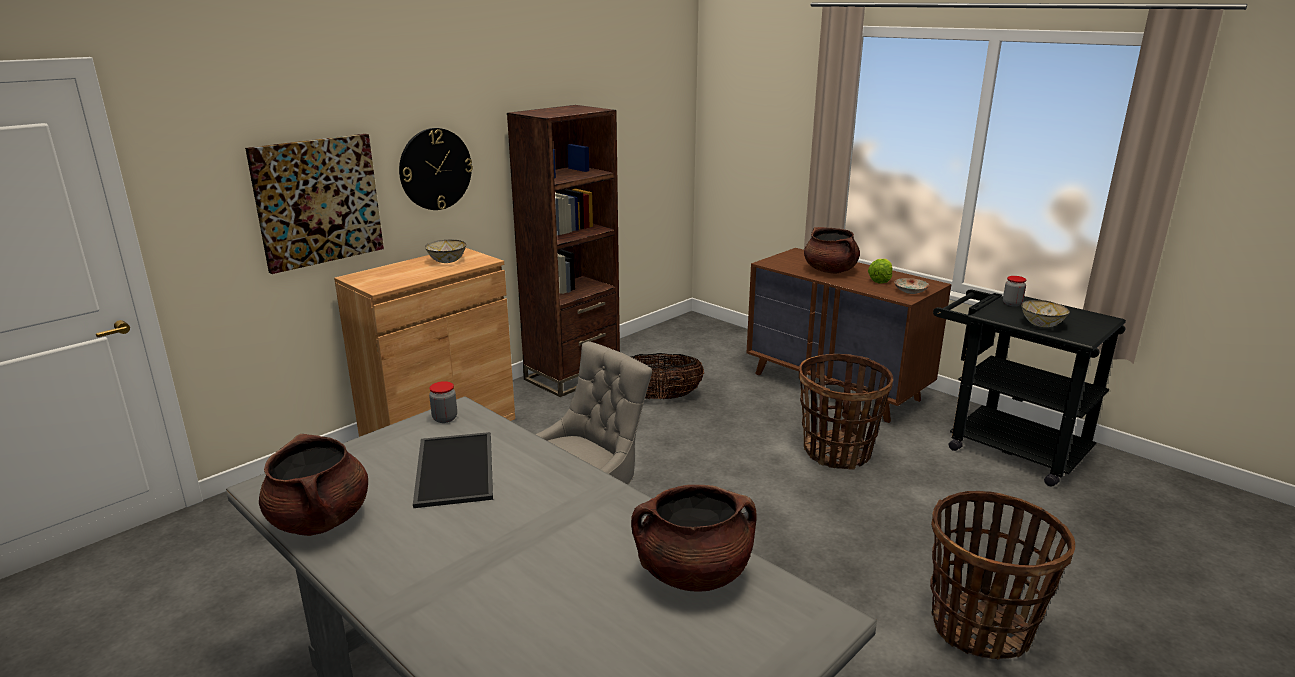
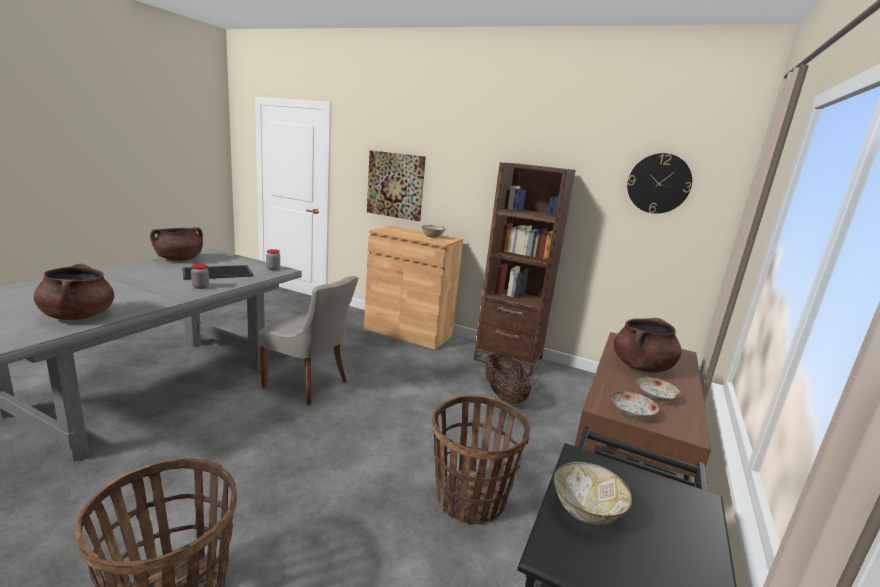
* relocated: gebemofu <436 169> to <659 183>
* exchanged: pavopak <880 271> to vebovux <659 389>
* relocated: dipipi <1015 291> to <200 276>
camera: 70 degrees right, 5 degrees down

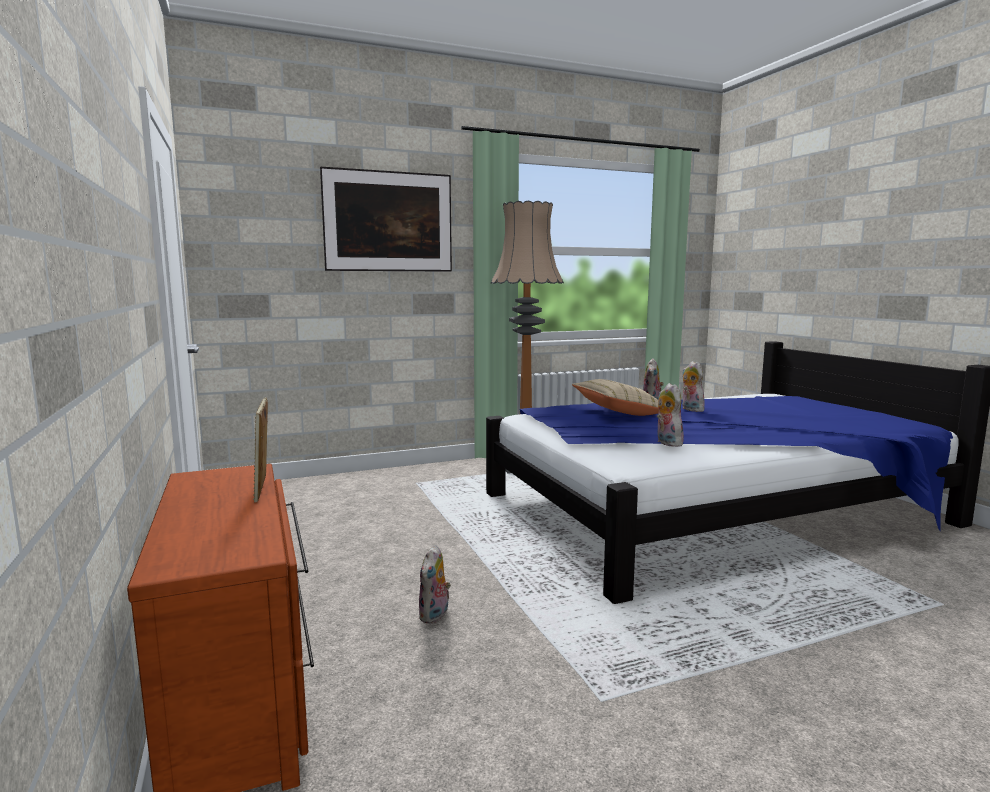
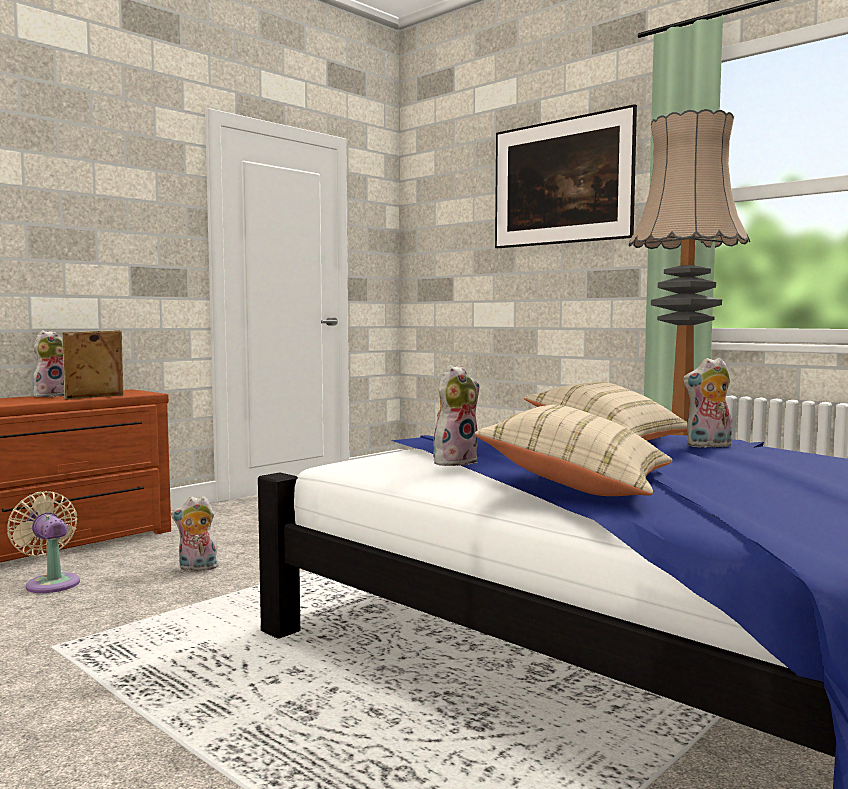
* relocated: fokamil <693 386> to <48 363>
* appeared: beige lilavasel <573 450>
* appeared: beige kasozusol <43 542>
camera: 65 degrees right, 5 degrees down

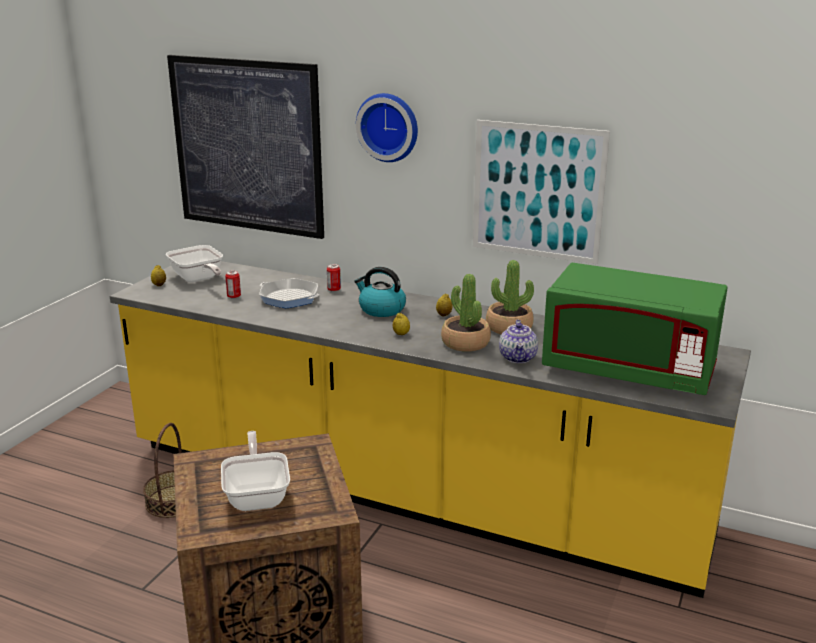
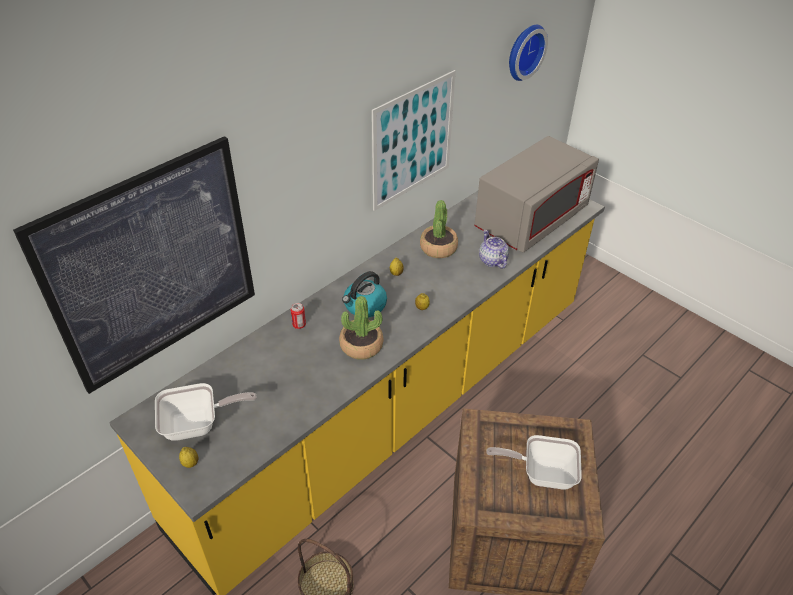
* relocated: gebemofu <387 127> to <528 53>
* colour: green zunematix <635 329> to grey zunematix <536 194>
* missing: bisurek <233 284>
* relocated: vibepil <466 313> to <361 327>
* missing: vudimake <289 293>
* spun: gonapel <518 341> = <494 249> 135 degrees counterclockwise
camera: 70 degrees left, 20 degrees up

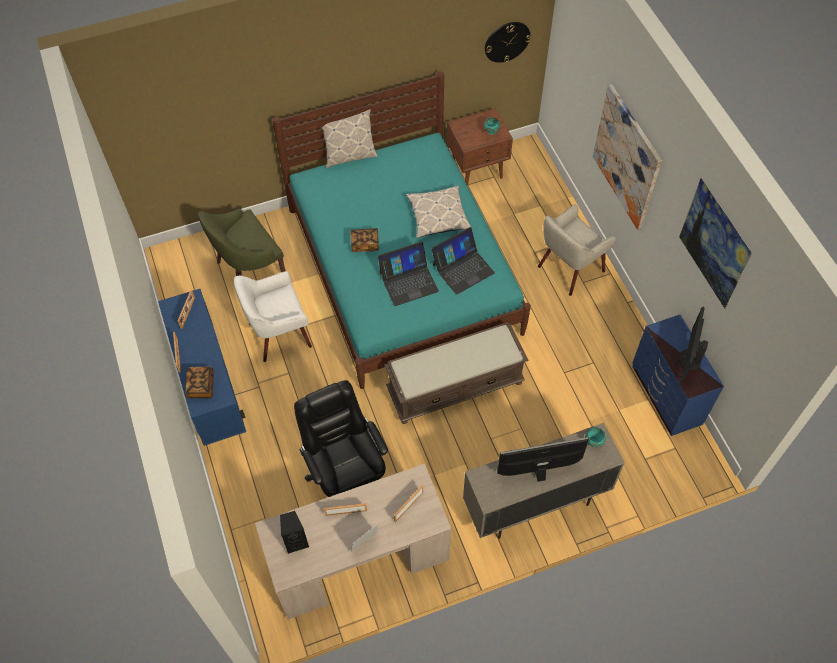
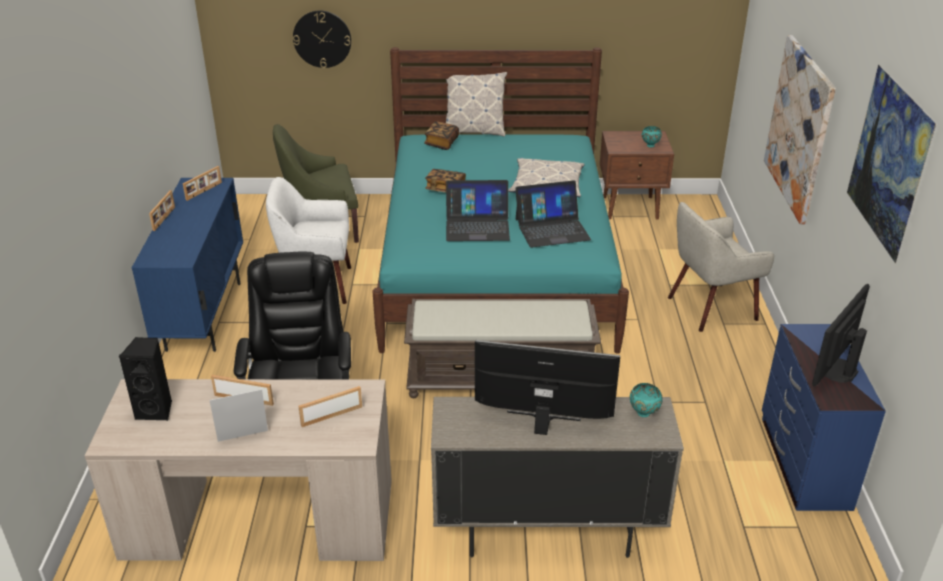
* relocated: gebemofu <508 42> to <322 39>
* relocated: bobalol <199 382> to <441 135>
camera: 20 degrees right, 25 degrees down

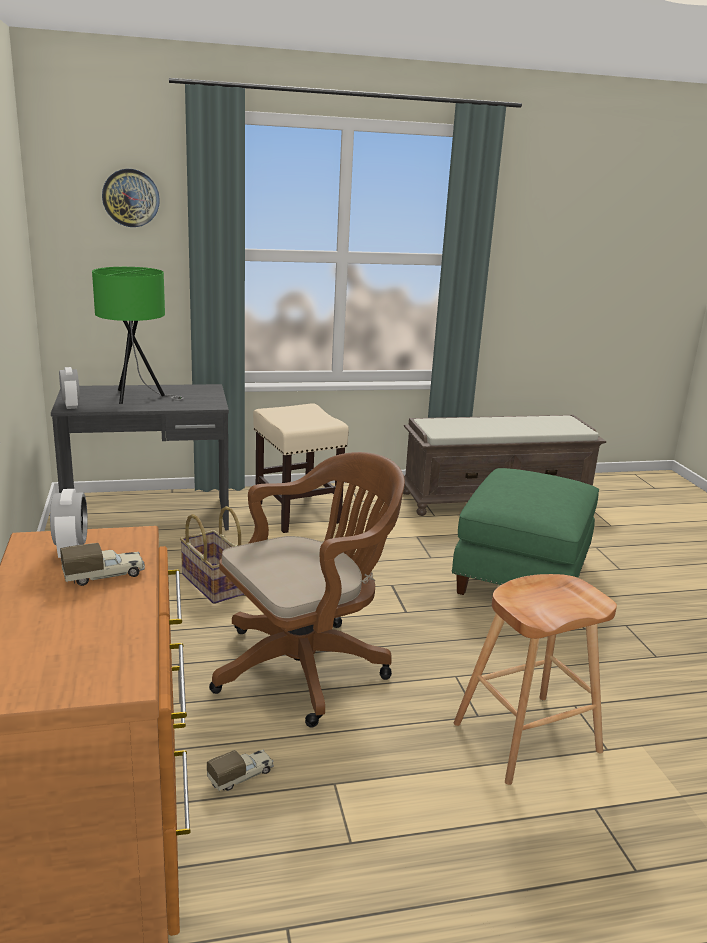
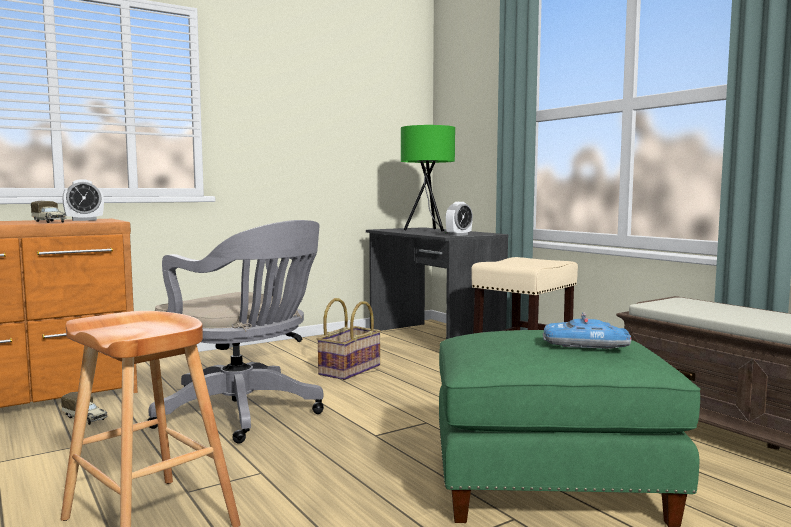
* missing: gebemofu <131 198>
* relocated: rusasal <69 388> to <459 219>
* colour: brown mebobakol <307 589> to grey mebobakol <235 331>
* appeared: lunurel <587 330>
camera: 70 degrees right, 15 degrees down

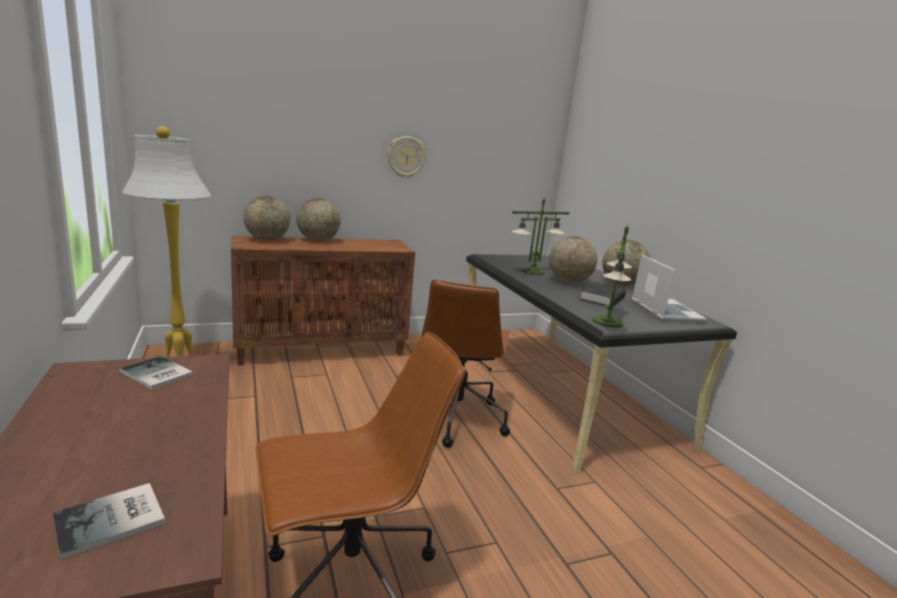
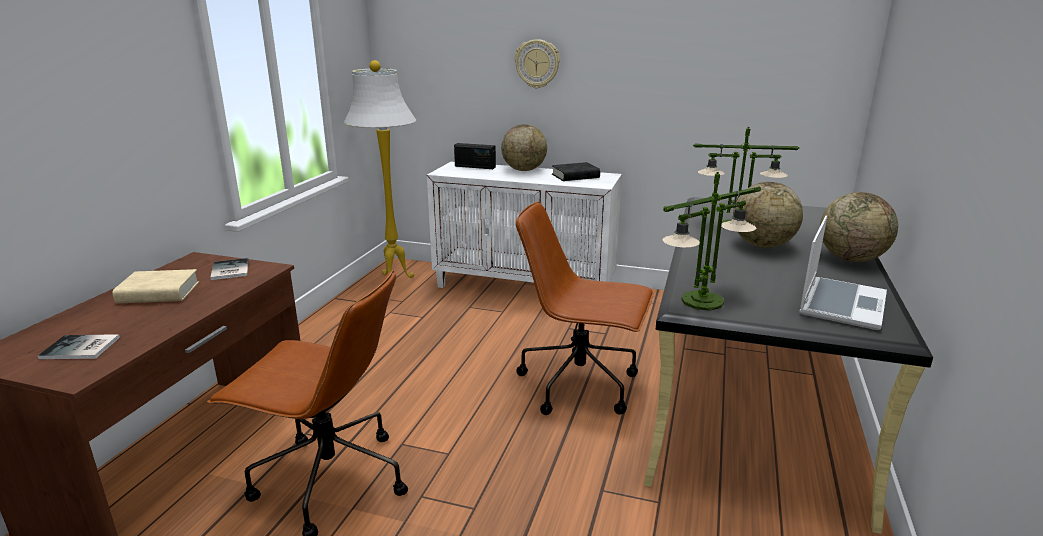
* relocated: gebemofu <406 157> to <537 63>
* exchanged: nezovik <266 218> to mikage <475 156>
* colour: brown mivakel <323 300> to white mivakel <524 225>
* spun: brown mebobakol <466 364> = <585 308> 60 degrees clockwise
* relocated: black bobalol <603 294> to <576 171>
* appeared: beige bobalol <155 286>
camera: 40 degrees right, 5 degrees up

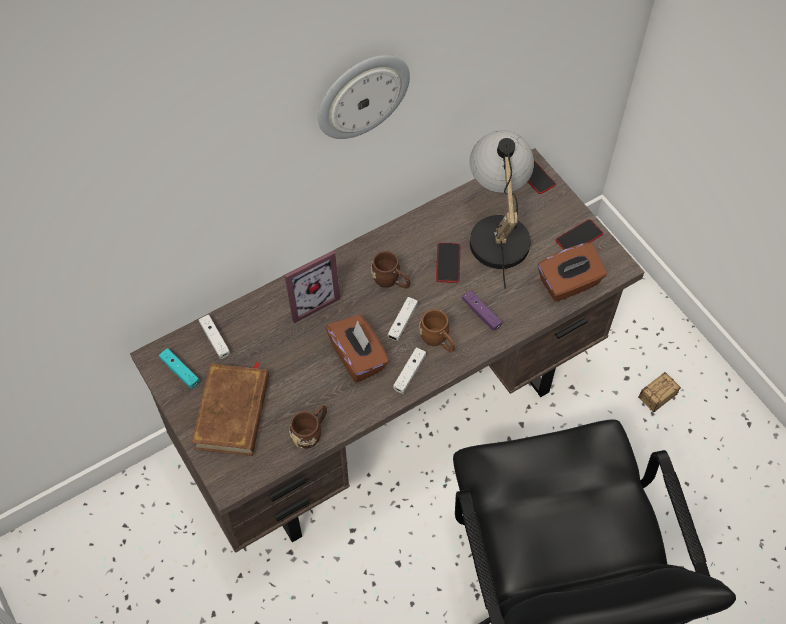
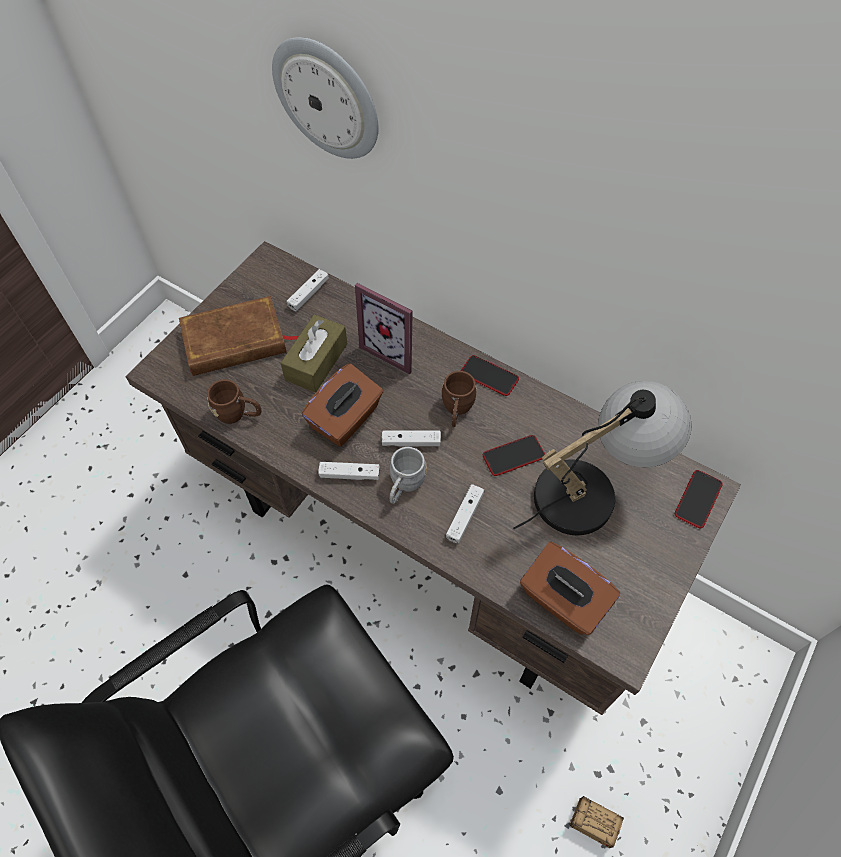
* relocated: gebemofu <364 97> to <325 98>
* relocated: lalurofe <579 234> to <490 375>
* colour: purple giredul <482 310> to white giredul <465 513>
* colour: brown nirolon <437 330> to grey nirolon <408 475>
* missing: turquoise giredul <179 368>
* appeared: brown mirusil <314 353>
camera: 65 degrees right, 0 degrees up

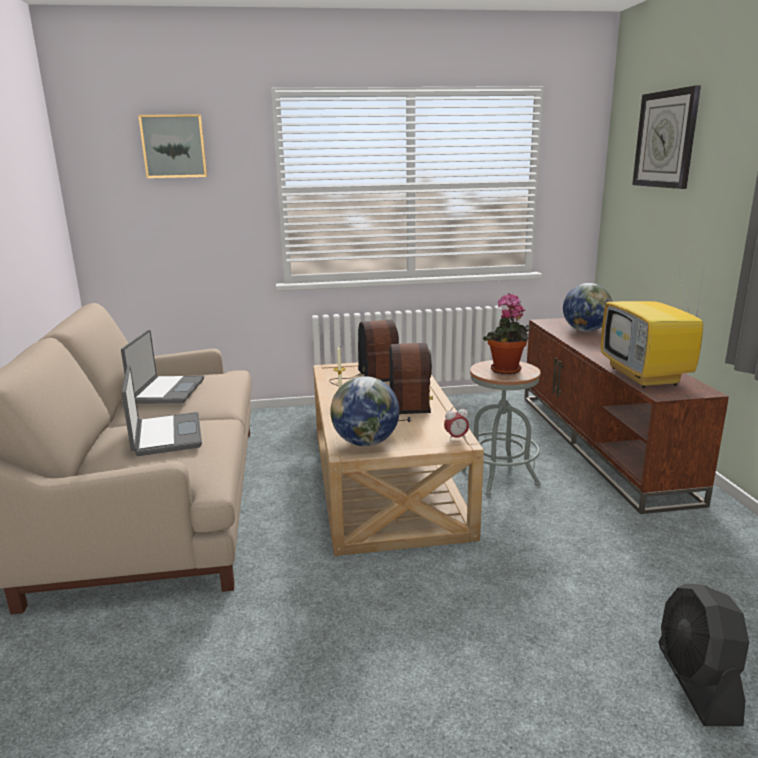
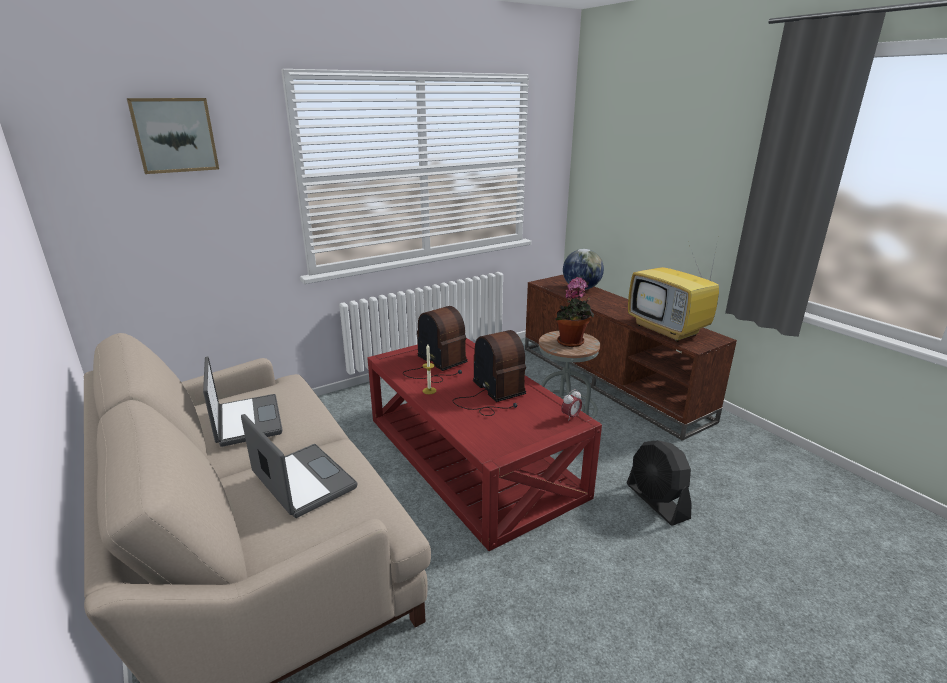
* missing: gebemofu <666 137>
* colour: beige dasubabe <398 459> to red dasubabe <484 444>
* missing: nezovik <364 411>
* relocated: black kasozusol <704 654> to <659 483>
camera: 25 degrees left, 5 degrees up

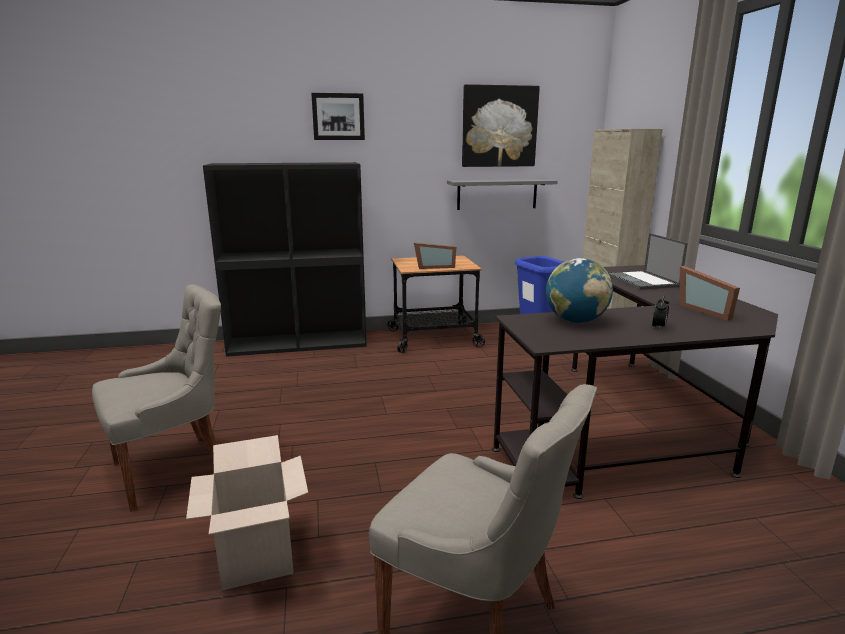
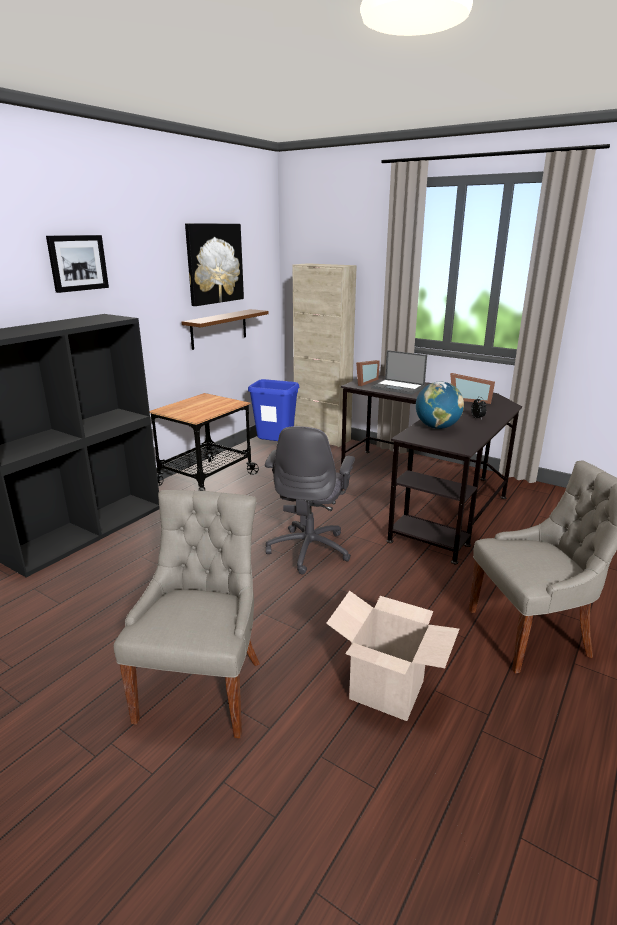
* colour: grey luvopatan <502 194> to brown luvopatan <225 329>
* relocated: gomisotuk <435 255> to <368 373>
* appeared: grey mebobakol <310 500>
camera: 45 degrees left, 5 degrees up

